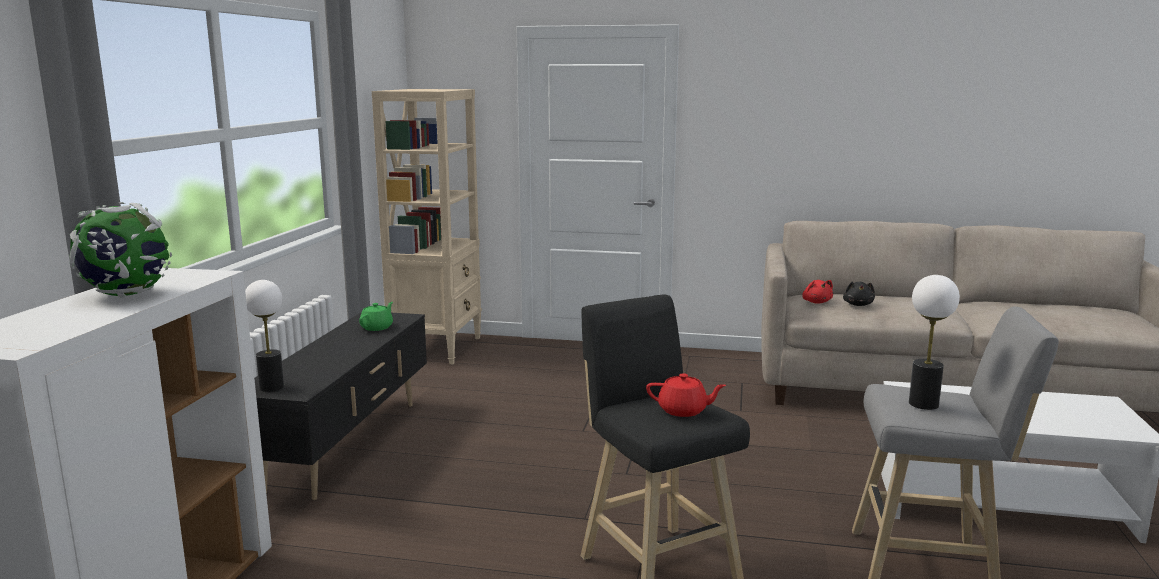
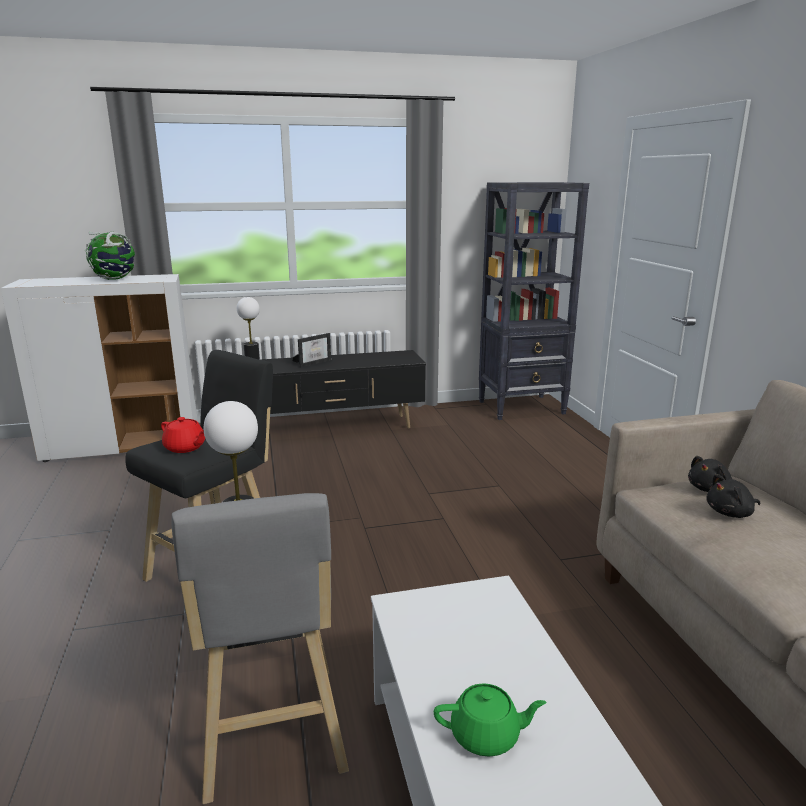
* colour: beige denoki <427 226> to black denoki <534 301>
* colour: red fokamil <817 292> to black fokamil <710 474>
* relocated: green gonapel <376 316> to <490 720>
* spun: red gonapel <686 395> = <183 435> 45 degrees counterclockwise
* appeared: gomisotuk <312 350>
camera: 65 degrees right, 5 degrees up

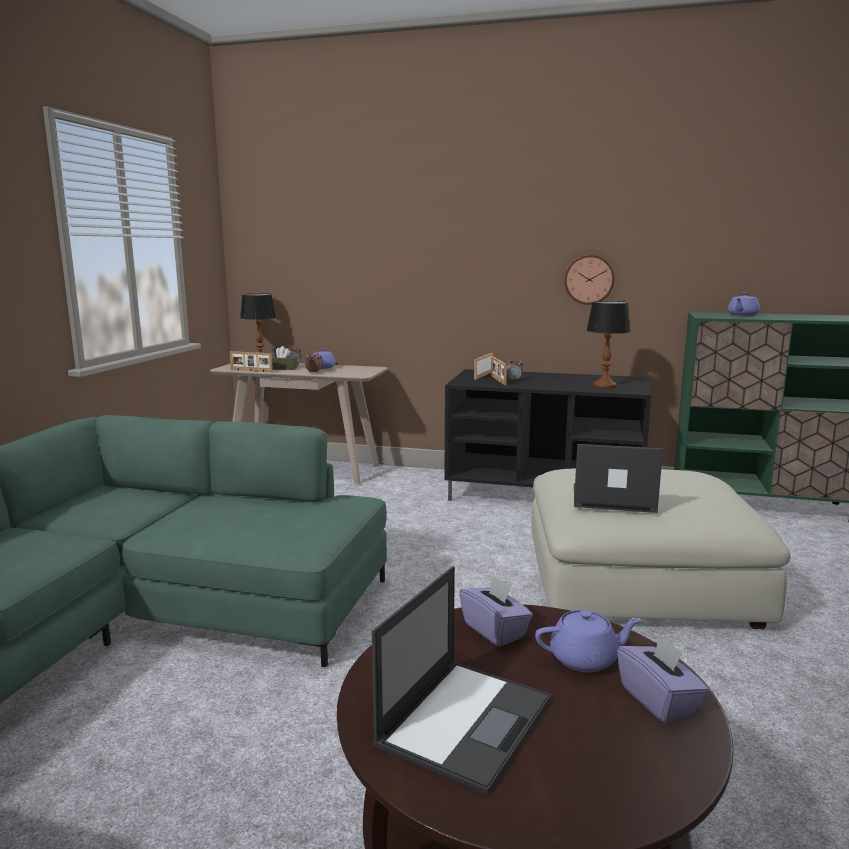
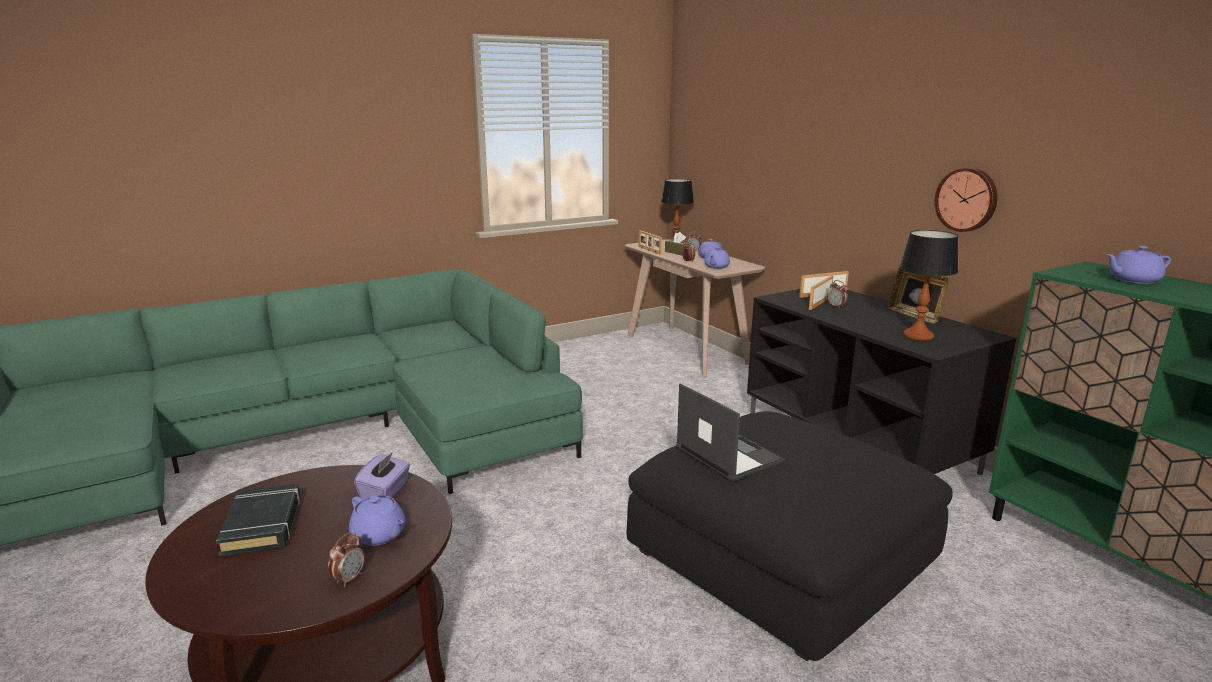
* colour: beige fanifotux <661 548> to black fanifotux <790 536>
* exchanged: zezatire <461 681> to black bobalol <258 520>
* exchanged: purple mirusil <663 678> to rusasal <346 559>
* appeared: purple gonapel <717 258>
* appeared: gomisotuk <918 296>
camera: 45 degrees right, 5 degrees up

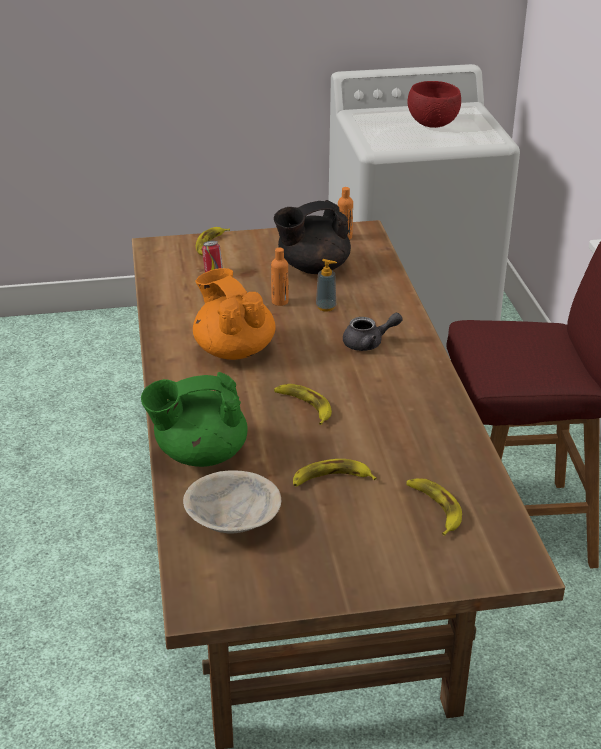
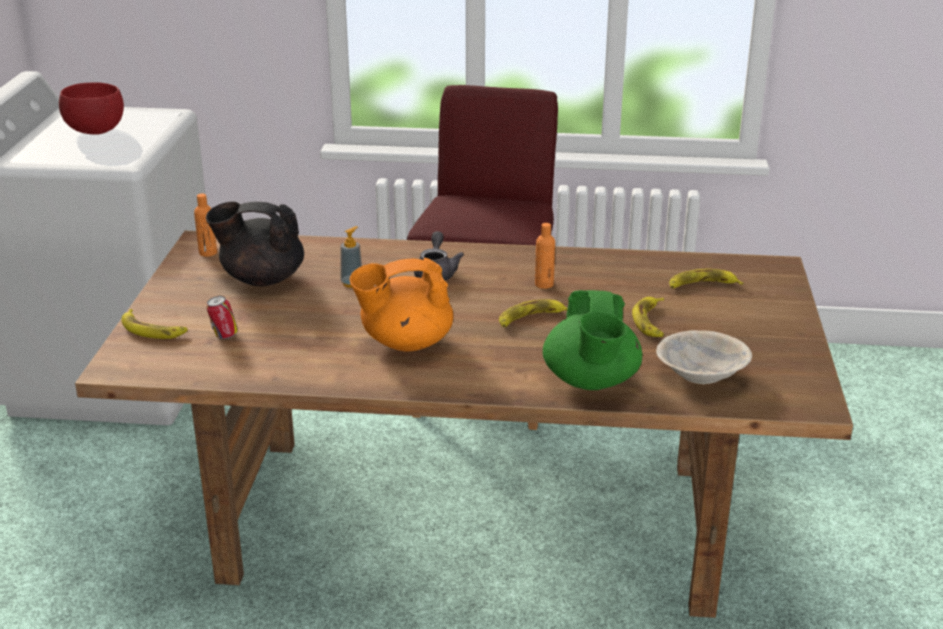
* spun: black gonapel <312 237> = <255 243> 105 degrees clockwise
* relocated: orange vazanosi <279 277> to <545 256>
camera: 75 degrees left, 5 degrees down

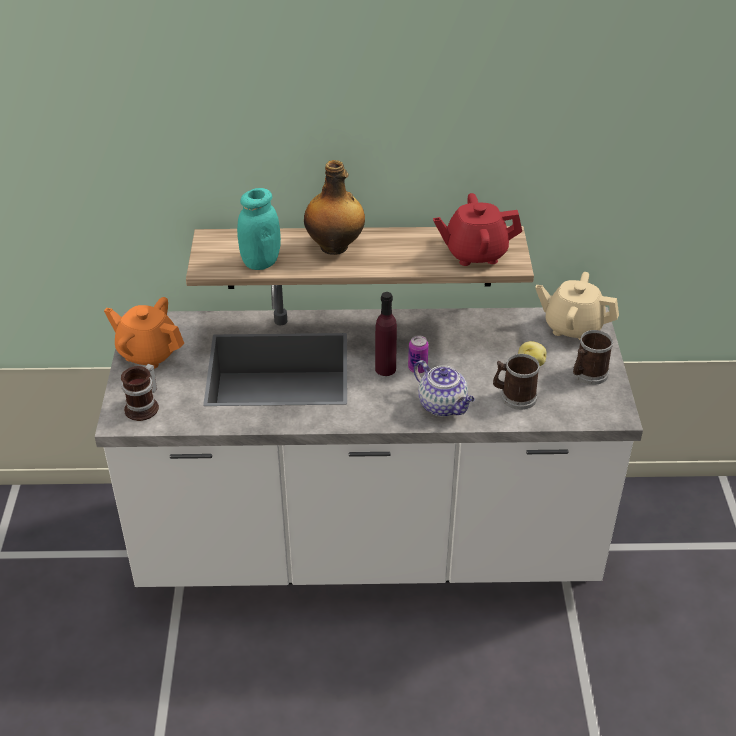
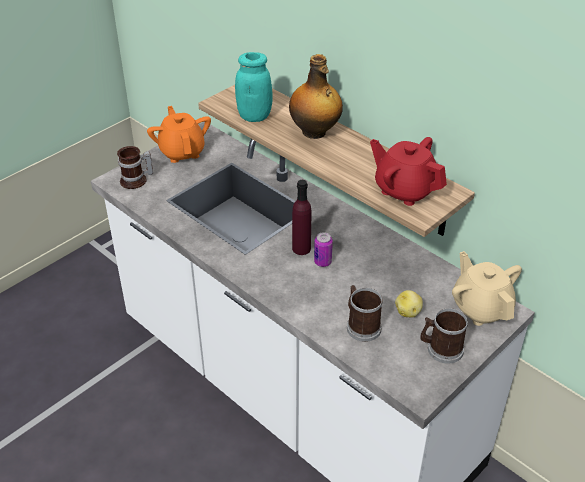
* missing: gonapel <444 388>
camera: 45 degrees right, 0 degrees up

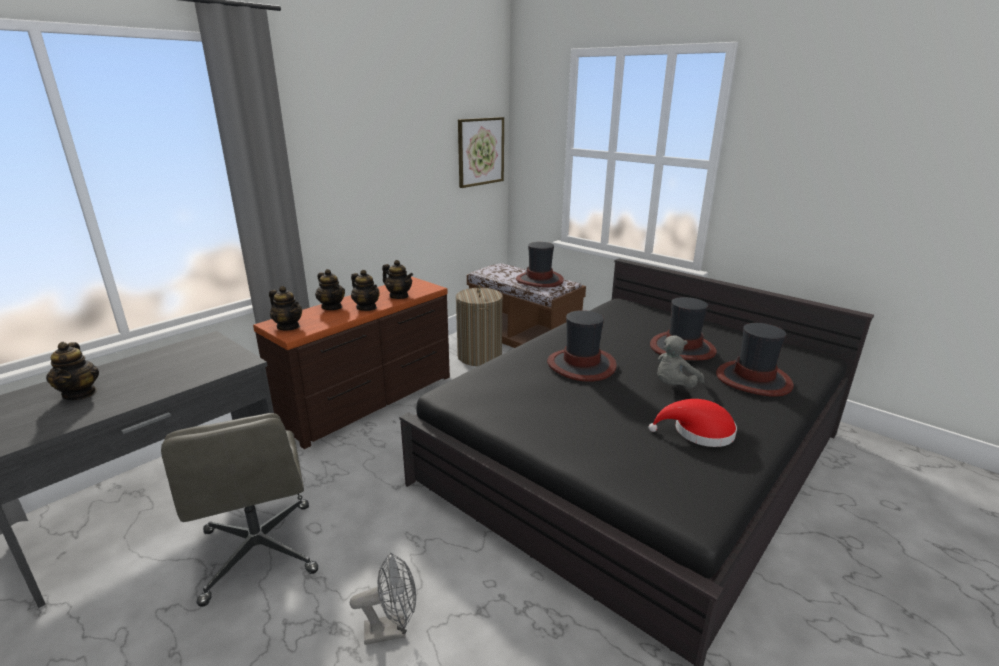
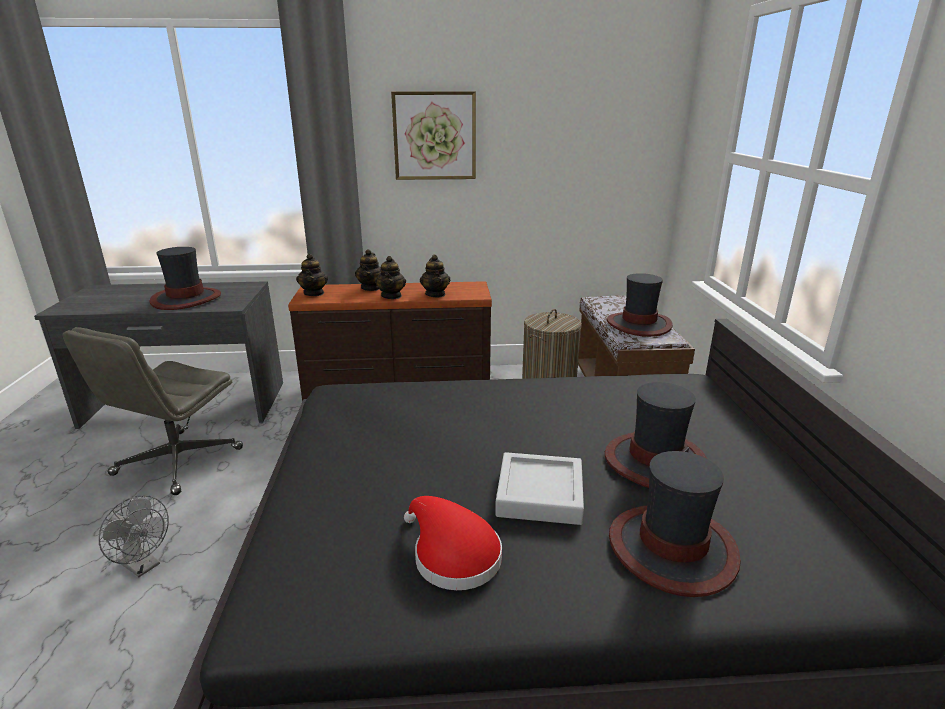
* relocated: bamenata <481 152> to <433 135>
* relocated: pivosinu <582 346> to <185 278>
* exchanged: grey fokamil <681 361> to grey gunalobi <539 488>
* missing: gonapel <72 371>
camera: 45 degrees right, 0 degrees up

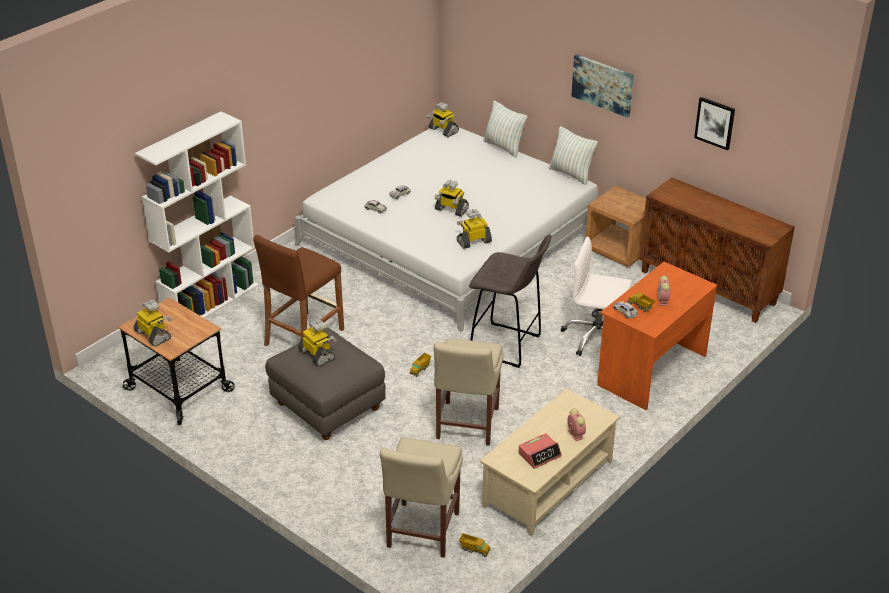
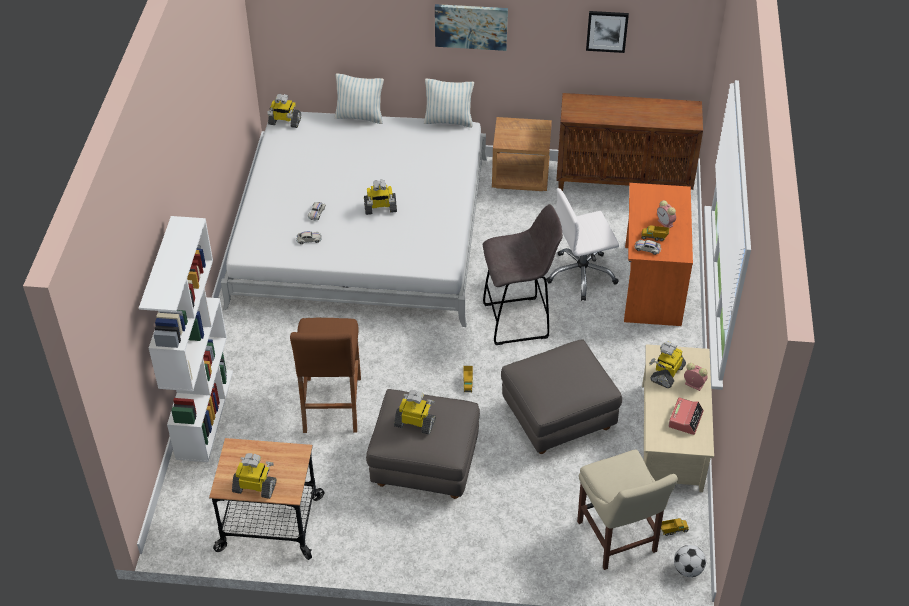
* relocated: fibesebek <474 229> to <667 364>
* exchanged: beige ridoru <469 392> to grey fanifotux <561 396>
* appeared: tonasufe <690 561>
camera: 35 degrees left, 10 degrees up

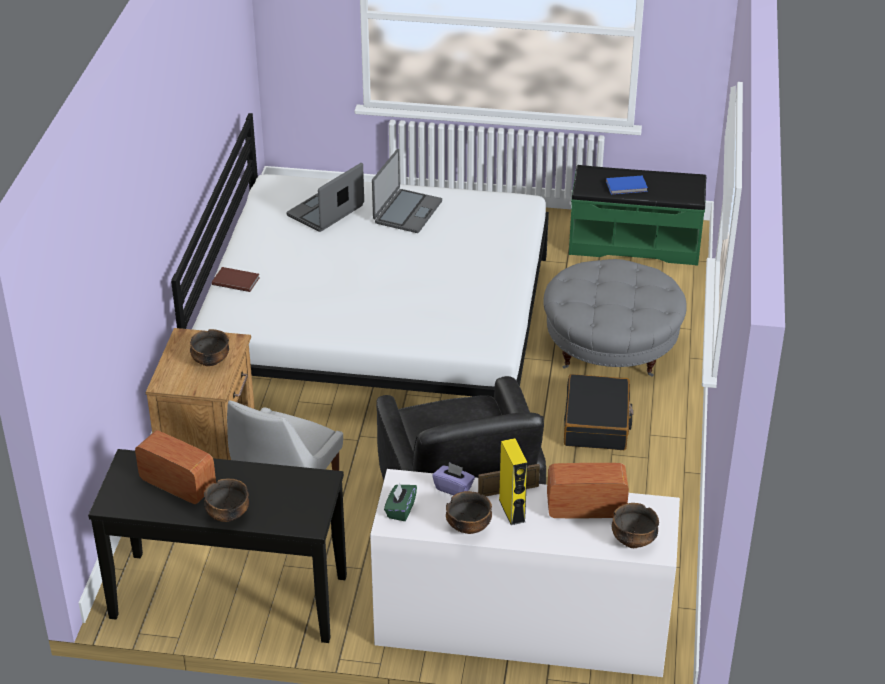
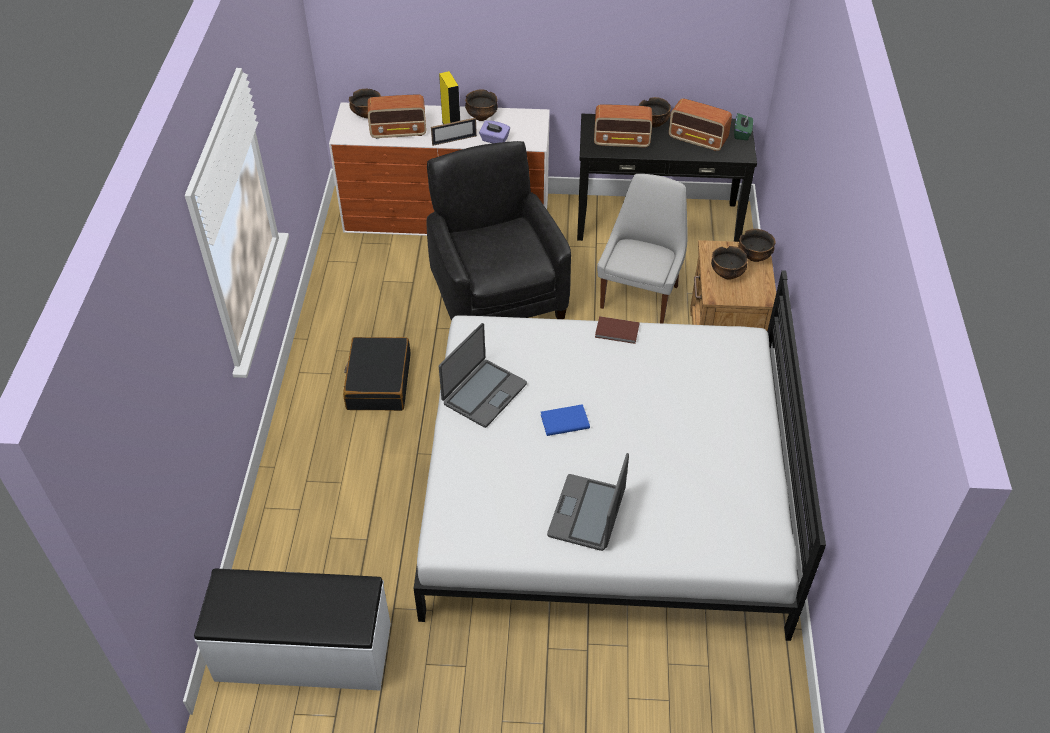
* relocated: zezatire <325 197> to <483 375>
* colour: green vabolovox <637 215> to white vabolovox <292 630>
* relocated: blue bobalol <627 184> to <565 420>
* missing: grey fanifotux <615 318>
* relocated: brown bobalol <236 279> to <617 330>
* relocated: green mirusil <400 501> to <743 126>
* appeared: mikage <623 126>
* appeared: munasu <757 245>
camera: 175 degrees right, 10 degrees up

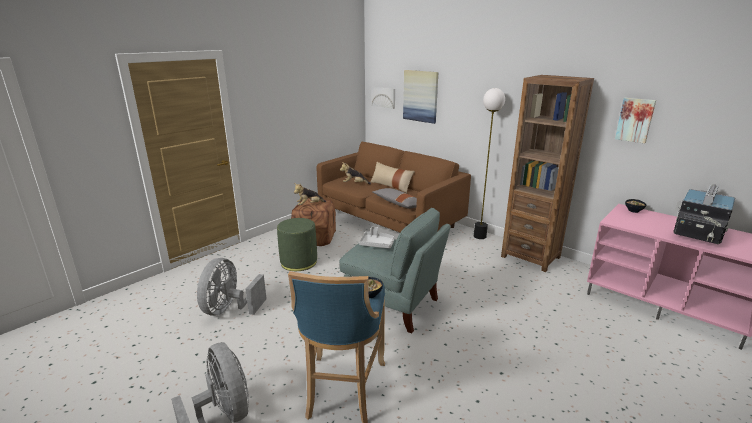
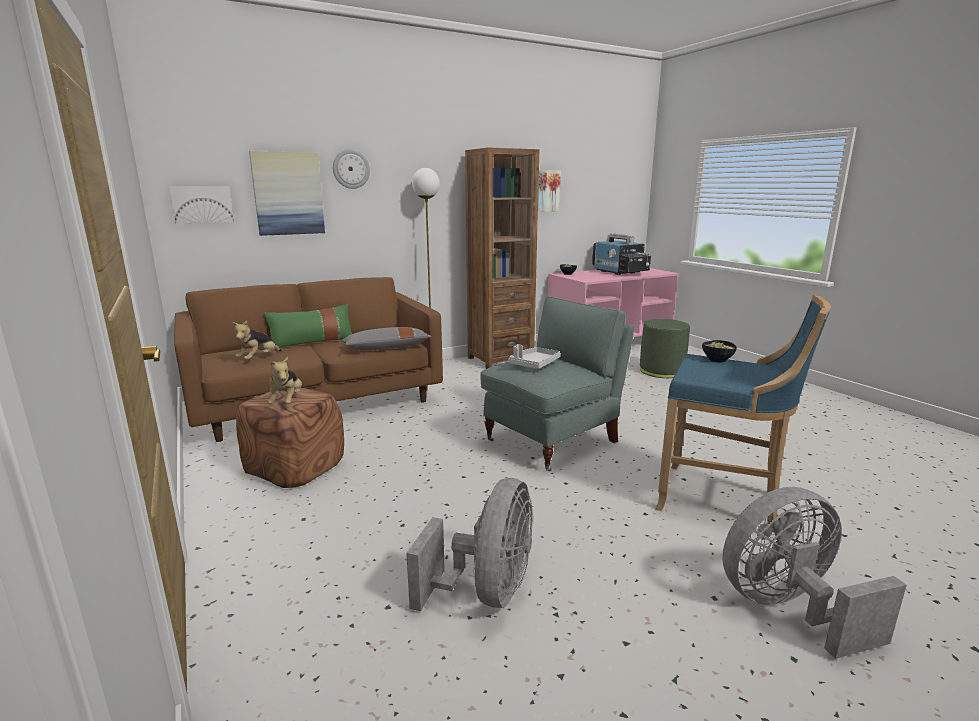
* colour: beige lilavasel <392 177> to green lilavasel <308 326>
* relocated: green fanifotux <297 244> to <665 348>
* spun: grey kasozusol <232 287> = <469 544> 105 degrees counterclockwise
* appeared: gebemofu <351 169>
camera: 70 degrees left, 5 degrees down

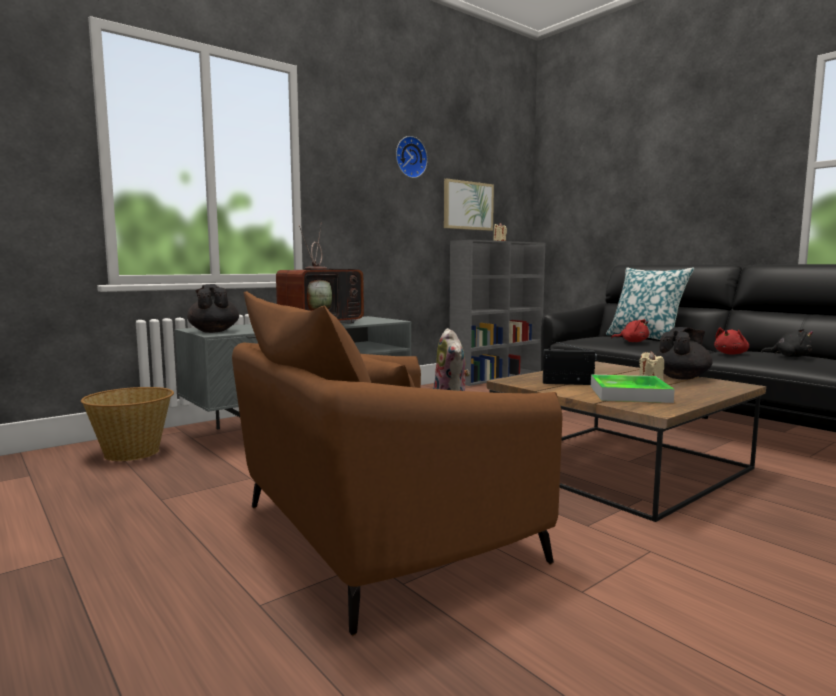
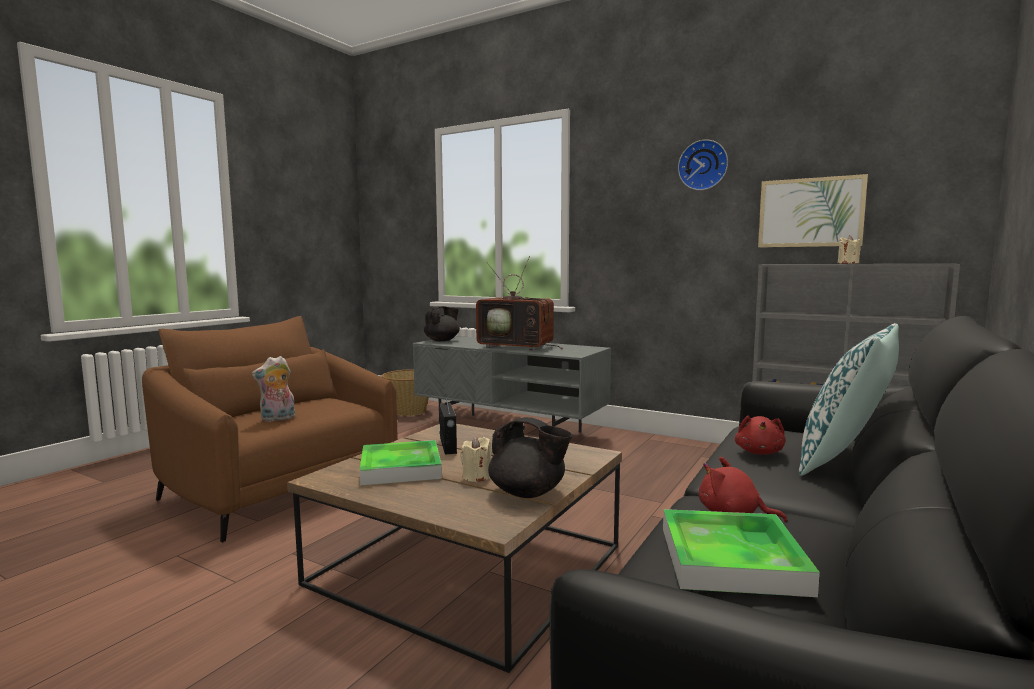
* exchanged: black fokamil <787 343> to gunalobi <741 553>
camera: 70 degrees right, 0 degrees up

